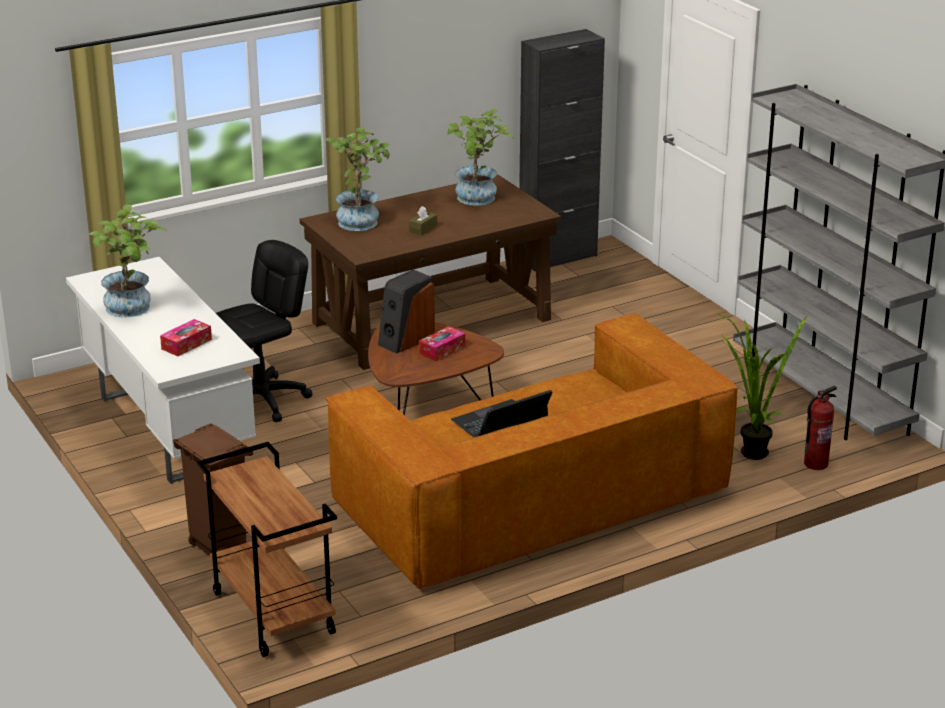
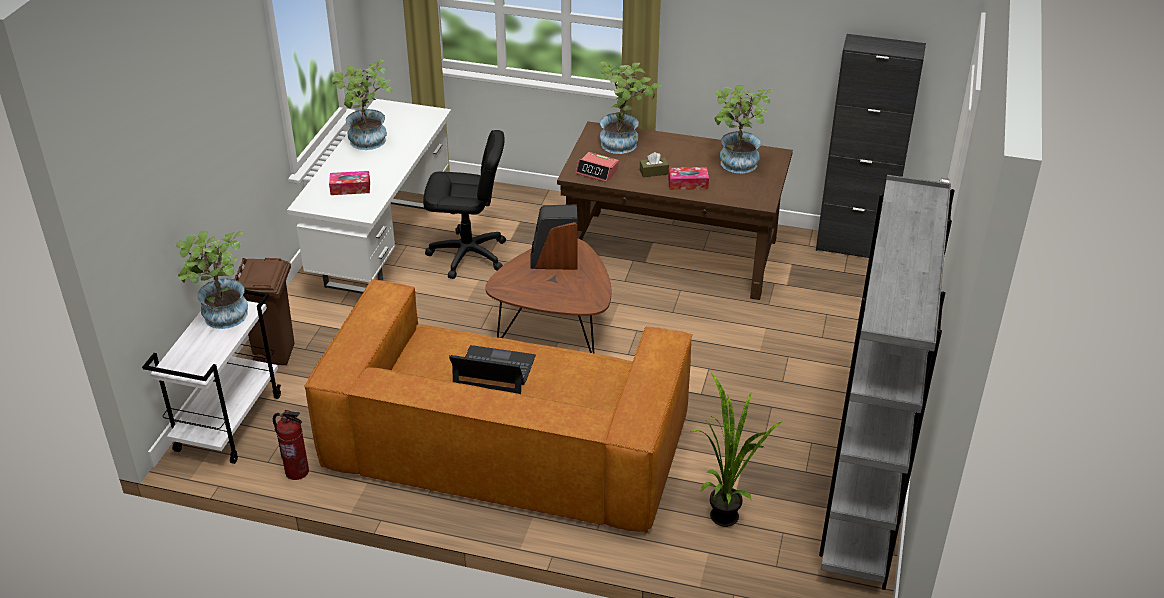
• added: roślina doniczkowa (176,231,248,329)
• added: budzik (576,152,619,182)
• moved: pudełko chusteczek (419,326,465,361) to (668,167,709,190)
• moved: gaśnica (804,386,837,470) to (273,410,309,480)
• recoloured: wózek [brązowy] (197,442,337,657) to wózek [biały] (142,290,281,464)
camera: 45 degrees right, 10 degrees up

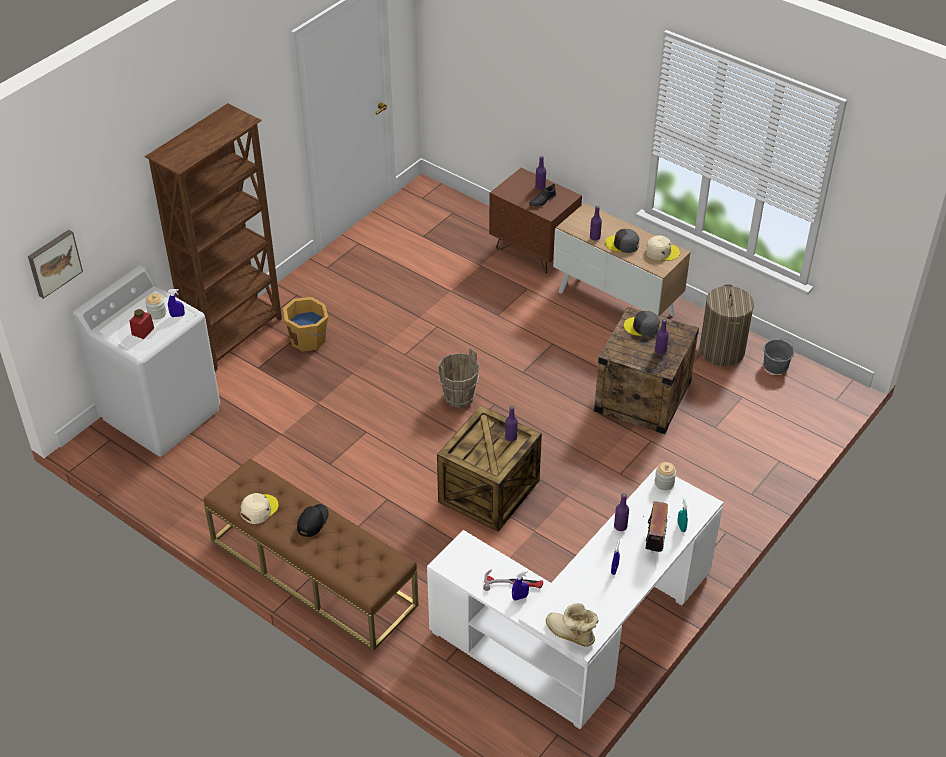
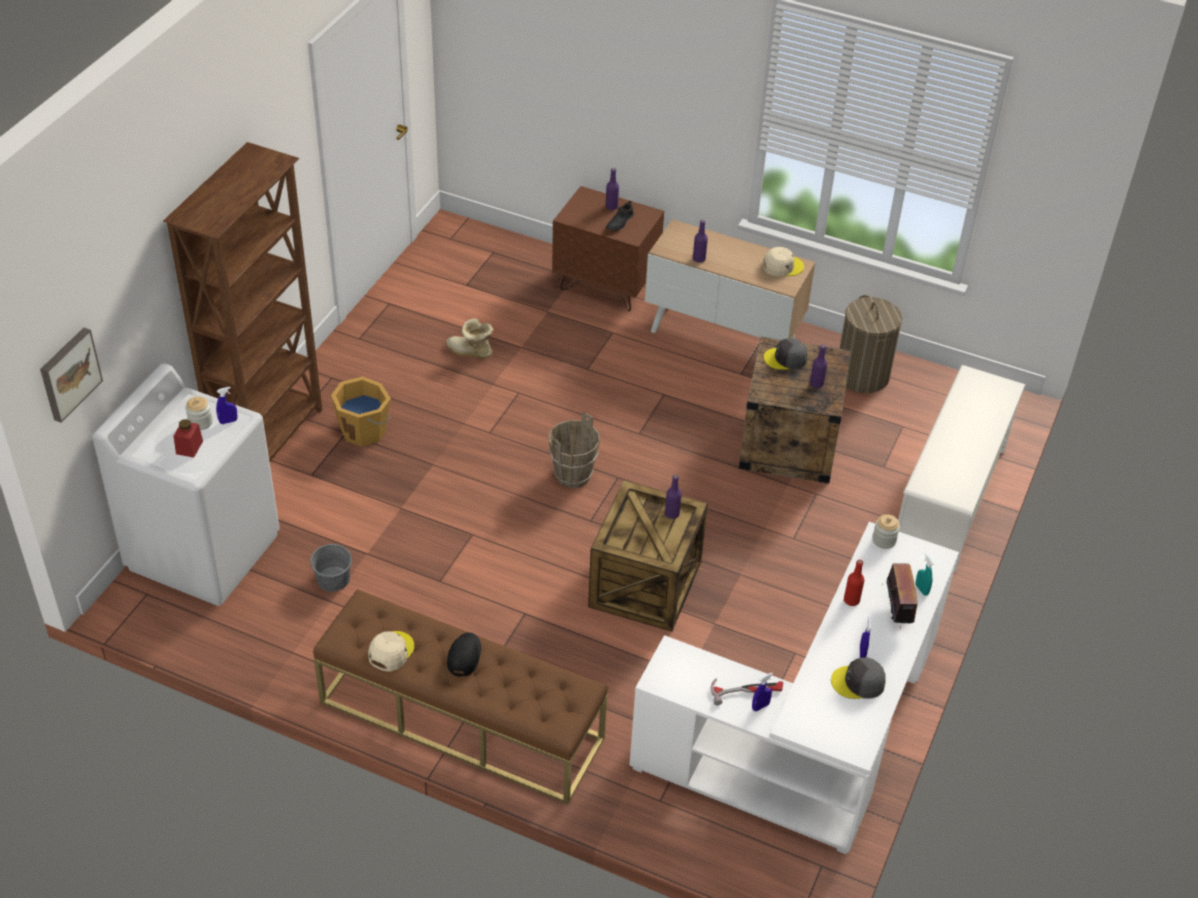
• added: regał na buty [biały] (898,365,1025,572)
• moved: but z cholewką (546,603,599,647) to (446,318,494,358)
• moved: czapka z daszkiem [szary] (605,228,639,253) to (831,657,886,699)
• moved: wiadro [szary] (764,339,794,374) to (310,544,352,592)
• recoloured: butelka [fioletowy] (614,494,629,531) to butelka [czerwony] (844,560,864,606)
camera: 15 degrees left, 0 degrees up

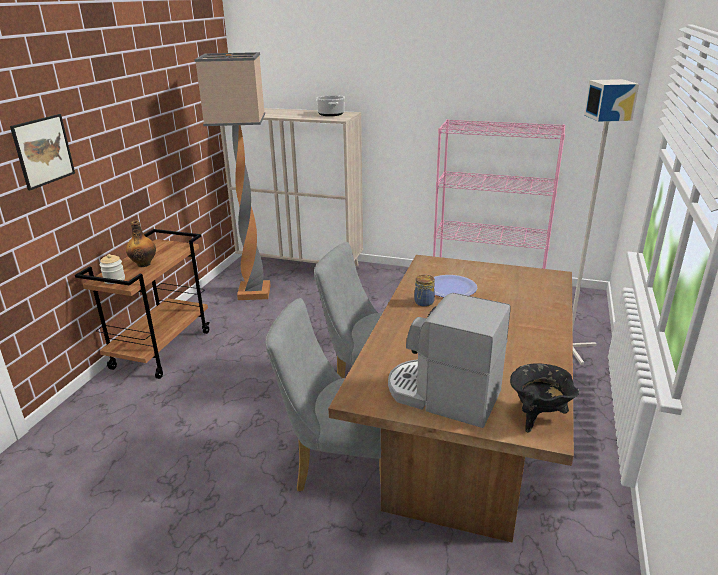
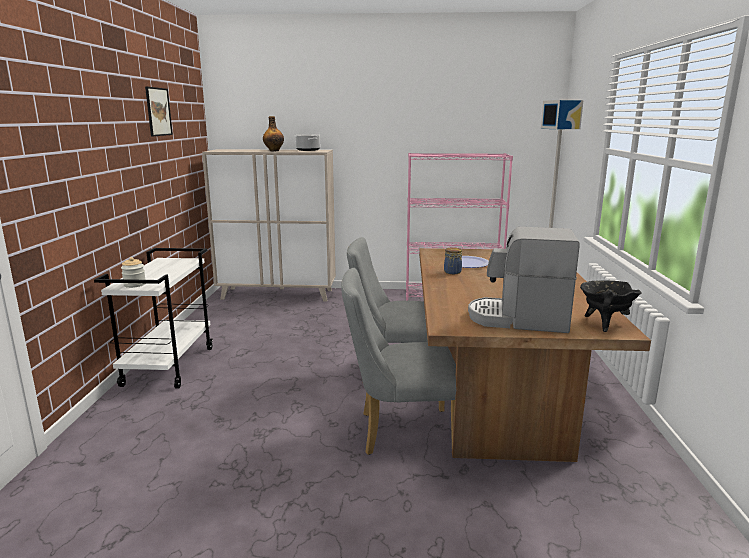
• removed: lampa stojąca (194,52,271,300)
• moved: obraz (10,114,75,190) to (145,87,173,136)
• moved: butelka (126,220,156,267) to (263,116,284,151)
• recoloured: wózek [brązowy] (75,229,210,379) to wózek [biały] (94,248,213,389)
camera: 15 degrees left, 10 degrees down

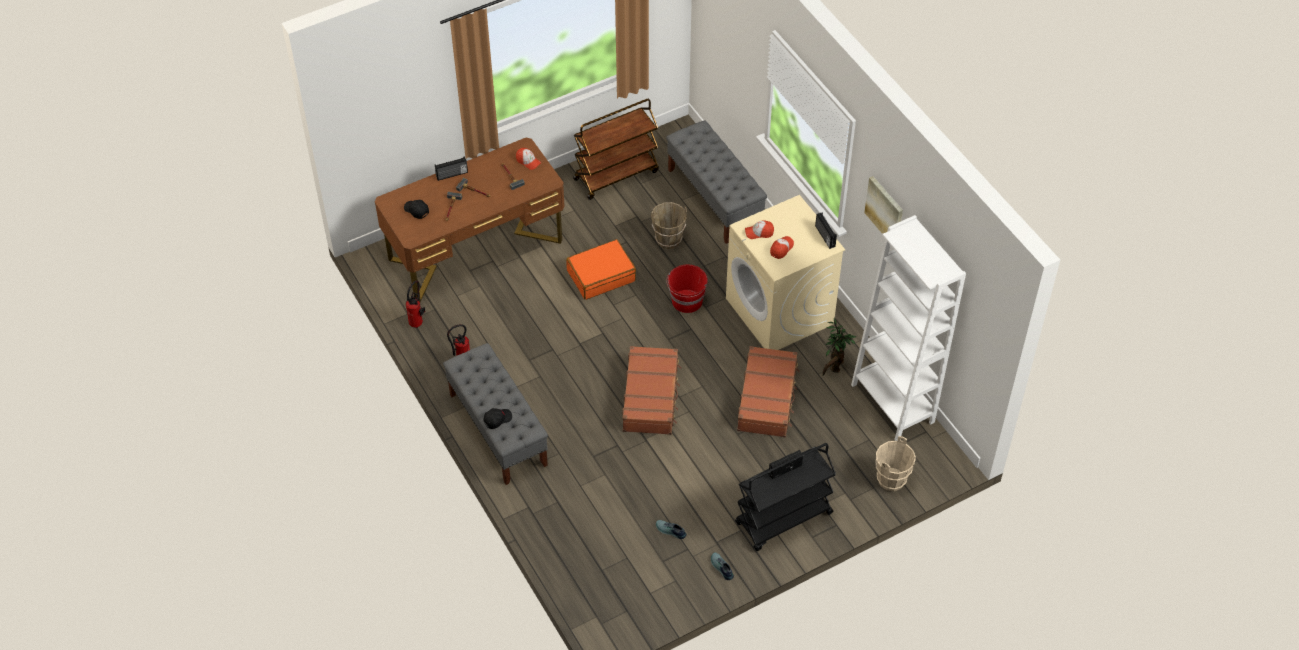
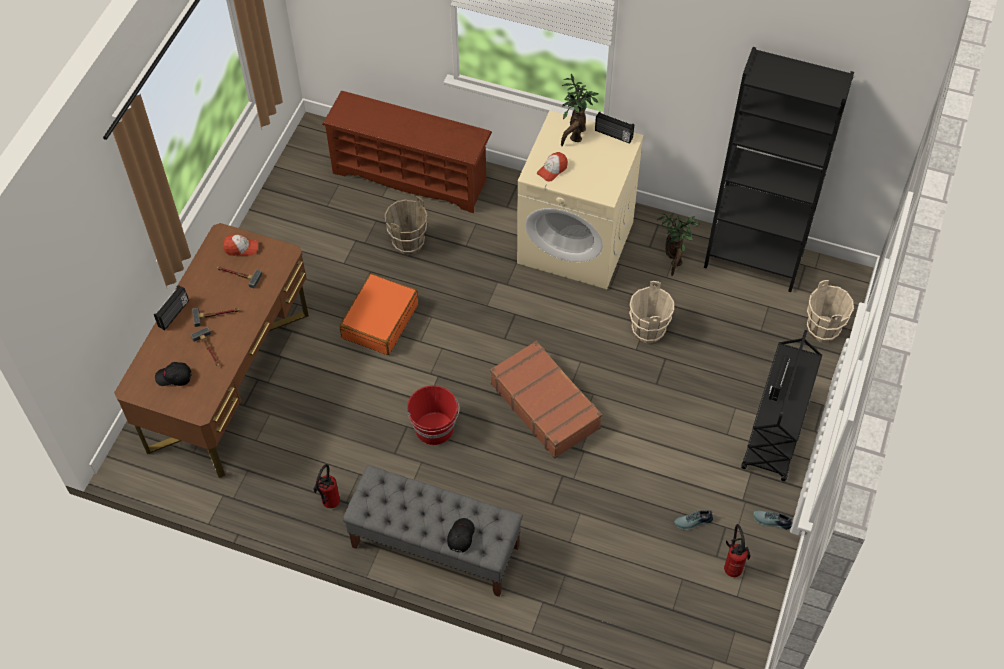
• removed: wózek [brązowy] (573,99,659,200)
• removed: czapka z daszkiem (770,236,794,259)
• removed: obraz (864,176,903,234)
• added: roślina doniczkowa (561,74,599,146)
• moved: gaśnica (406,280,425,328) to (724,524,751,577)
• moved: wiadro [czerwony] (666,265,708,313) to (407,385,459,445)
• replaced: ławka [szary] (666,120,767,244) to regał na buty [brązowy] (322,91,492,213)
• replaced: walizka [brązowy] (737,346,800,437) to wiadro [beżowy] (629,281,674,343)
• recoloured: regał [biały] (851,215,966,441) to regał [czarny] (704,47,854,292)
camera: 40 degrees left, 5 degrees up

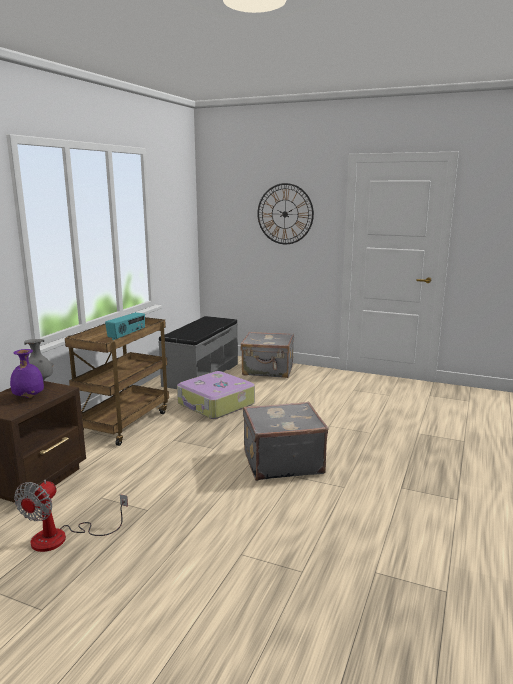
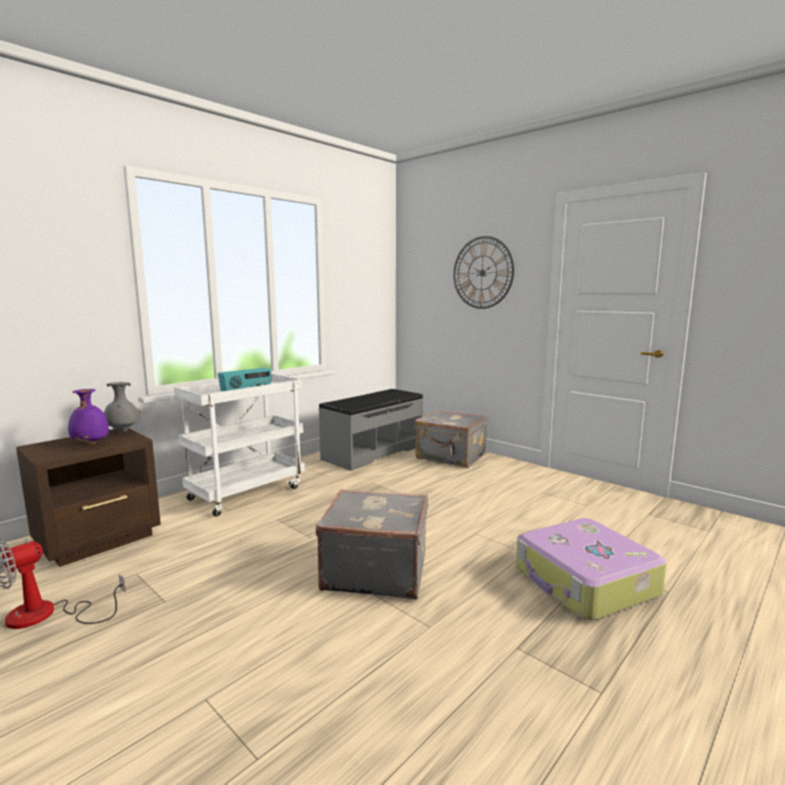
• moved: walizka (177,371,255,419) to (516,518,667,621)
• recoloured: wózek [brązowy] (65,317,169,446) to wózek [biały] (174,374,305,517)
camera: 20 degrees right, 5 degrees down

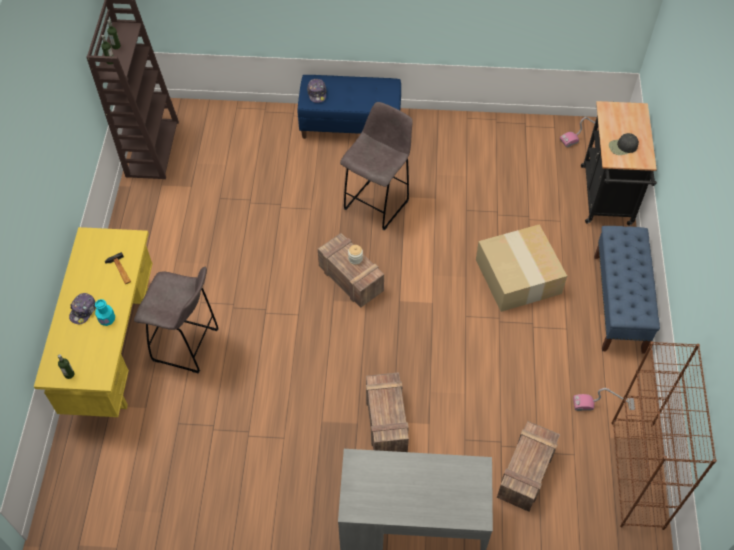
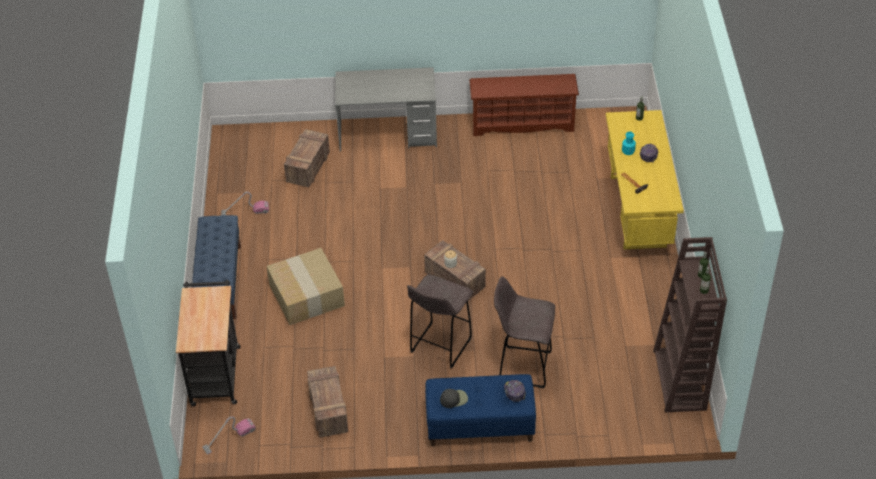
• removed: regał [brązowy] (611,341,717,530)
• added: regał na buty [brązowy] (469,74,579,136)
• moved: stołek [szary] (134,267,219,373) to (494,276,555,388)
• moved: skrzynka (366,372,409,452) to (307,366,348,438)
• moved: czapka z daszkiem [czarny] (609,133,639,155) to (440,389,468,408)
camera: 175 degrees right, 10 degrees down

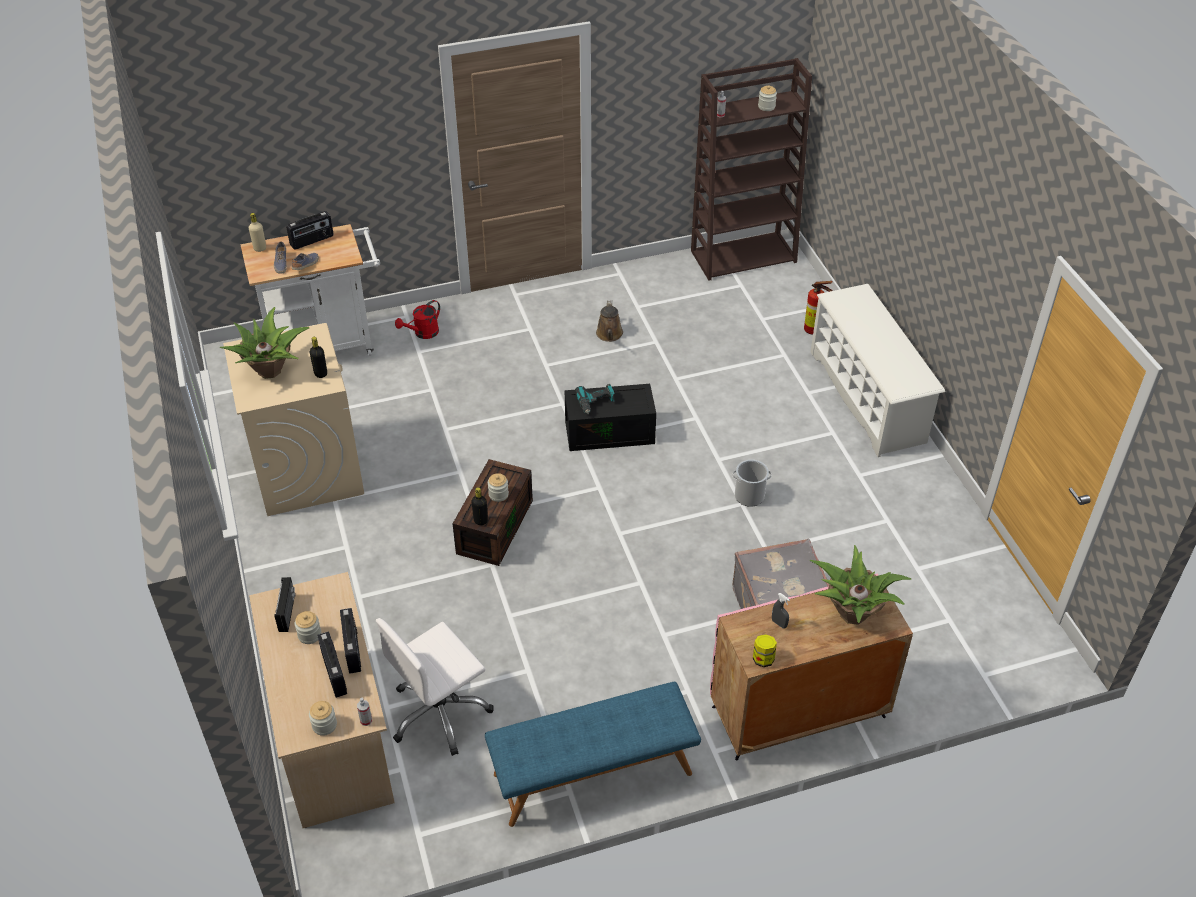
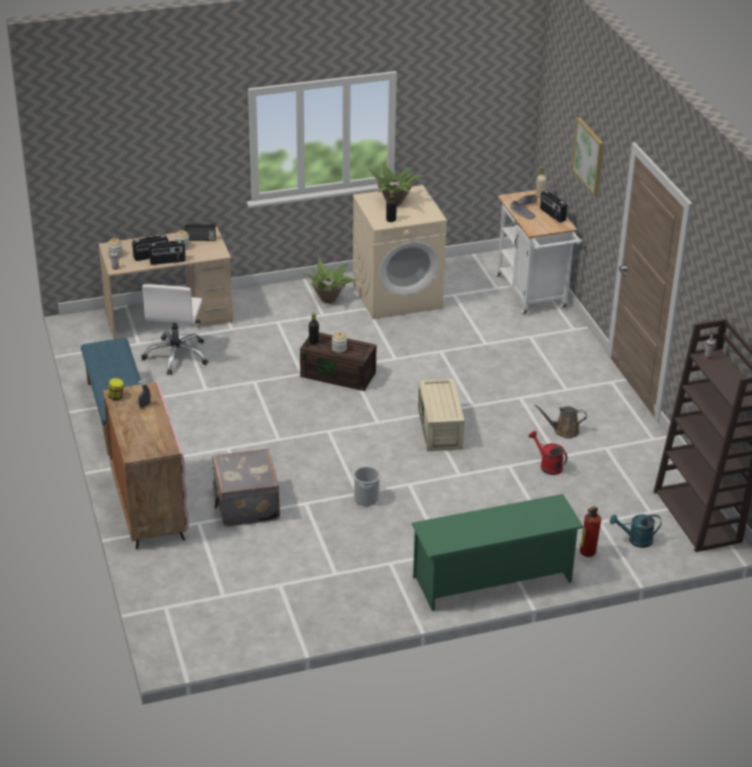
• removed: wiertarka (575,384,614,415)
• removed: słoik (758,86,777,111)
• added: obraz (572,118,604,196)
• added: konewka [turkusowy] (610,514,662,548)
• moved: konewka [czerwony] (395,300,440,339) to (529,431,567,475)
• moved: roślina doniczkowa (810,545,911,625) to (301,258,359,304)
• recoloured: pojemnik do przechowywania [czarny] (565,384,656,451) to pojemnik do przechowywania [beżowy] (418,378,465,451)
• recoloured: regał na buty [biały] (810,284,945,457) to regał na buty [zielony] (411,494,584,611)
• turned: krzesło biurowe [biały] (376,618,493,756) = (141,284,208,375) 135 degrees counterclockwise
camera: 90 degrees right, 10 degrees down

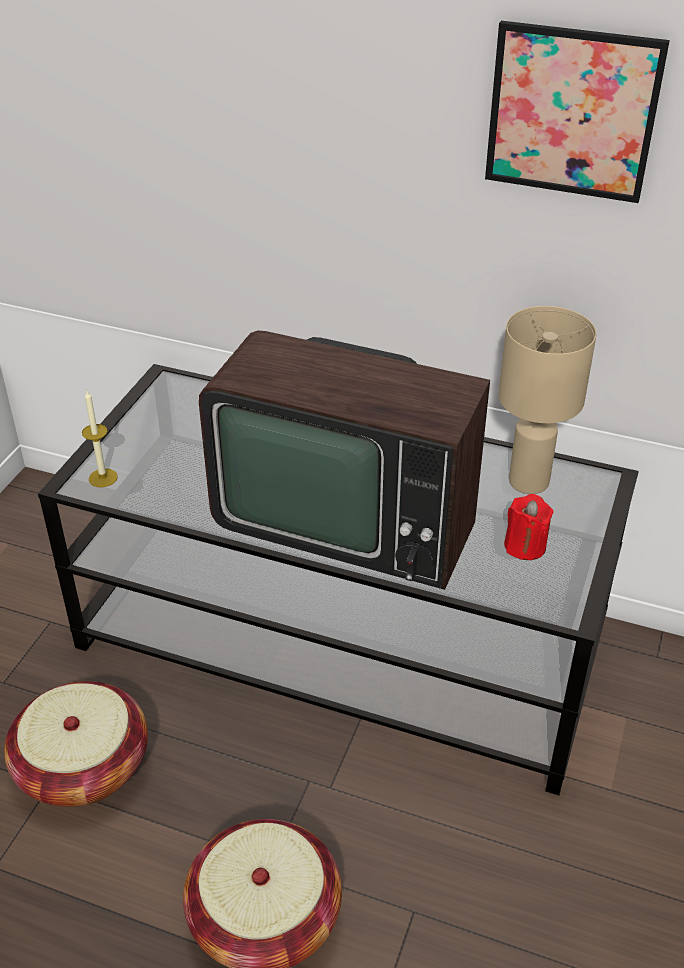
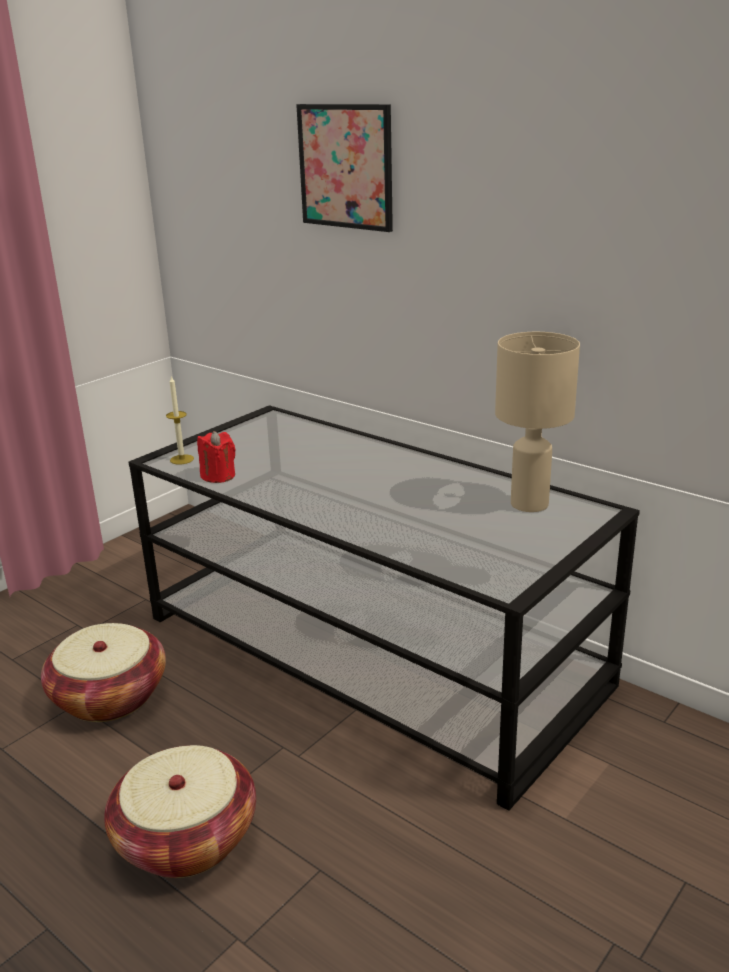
• removed: telewizor (199,330,490,590)
• moved: obraz (485,21,670,203) to (296,104,393,232)
• moved: świeca [czerwony] (504,494,553,560) to (197,431,236,483)
camera: 20 degrees right, 15 degrees down

